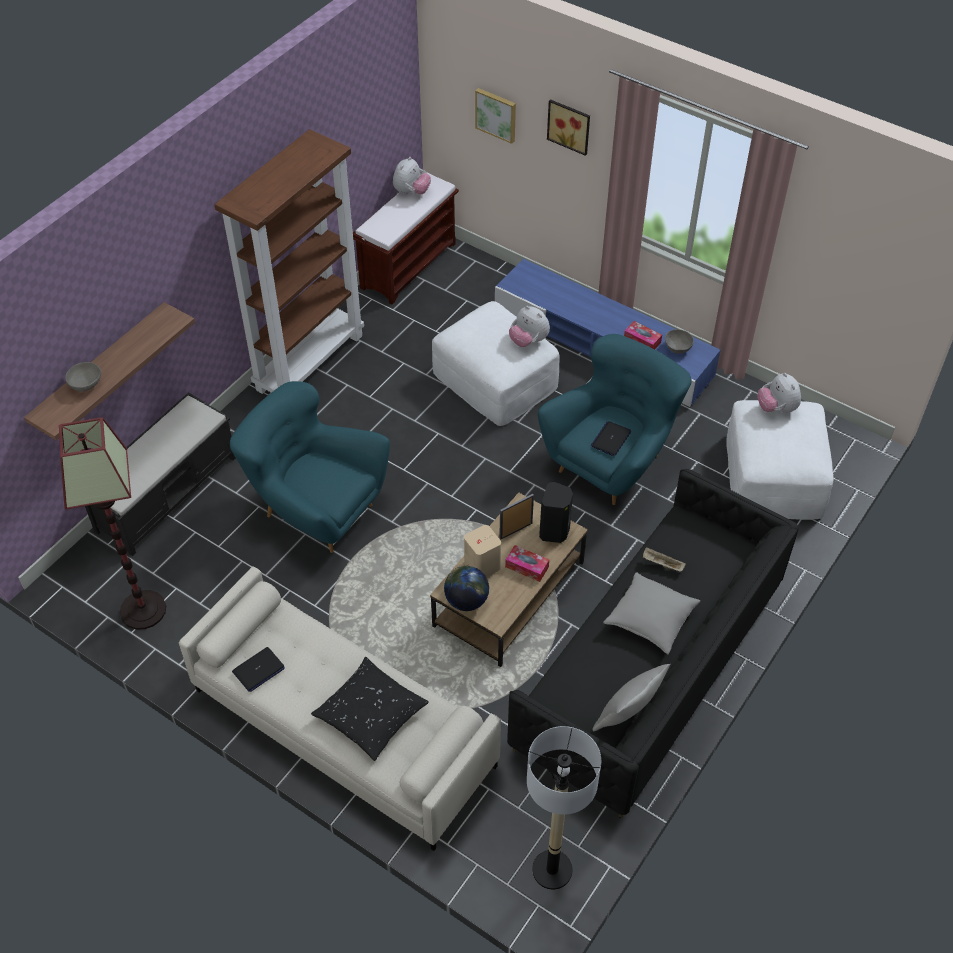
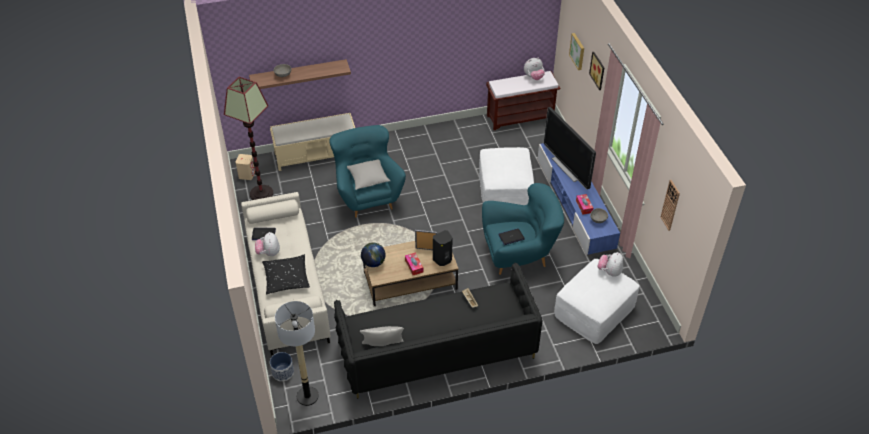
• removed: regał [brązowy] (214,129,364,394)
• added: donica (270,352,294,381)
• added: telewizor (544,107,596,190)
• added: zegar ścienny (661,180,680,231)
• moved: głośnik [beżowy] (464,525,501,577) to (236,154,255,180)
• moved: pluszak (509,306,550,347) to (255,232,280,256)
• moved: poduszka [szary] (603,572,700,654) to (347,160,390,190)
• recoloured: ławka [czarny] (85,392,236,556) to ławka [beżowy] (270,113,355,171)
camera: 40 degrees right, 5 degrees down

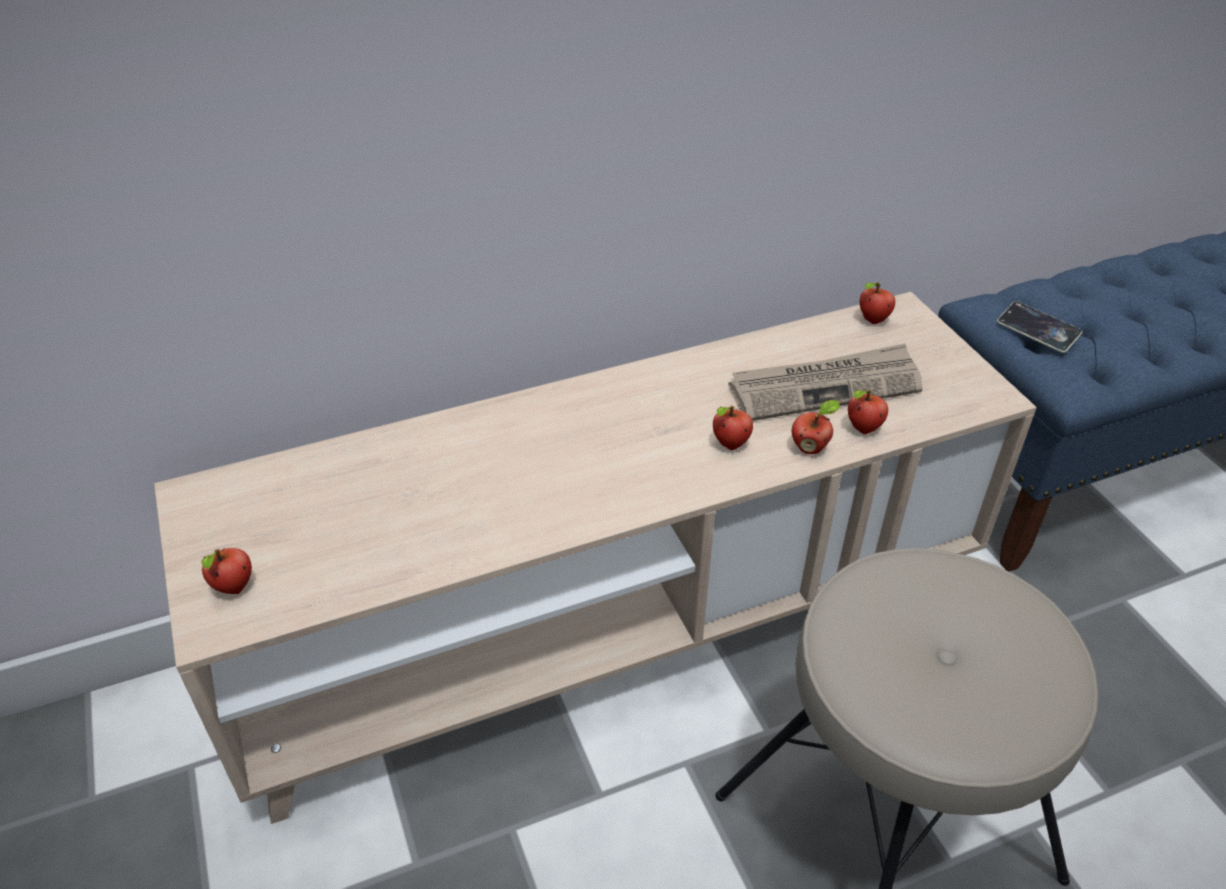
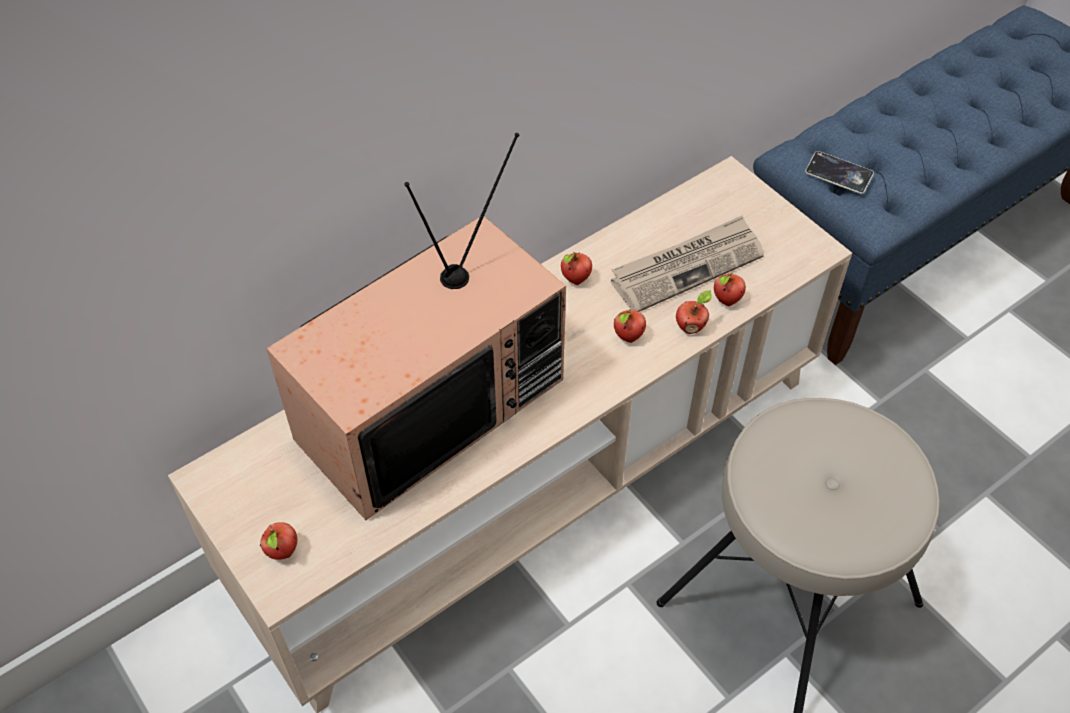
• added: telewizor (266,133,566,520)
• moved: jabłko (860,282,895,324) to (561,252,592,285)
camera: 15 degrees left, 10 degrees up

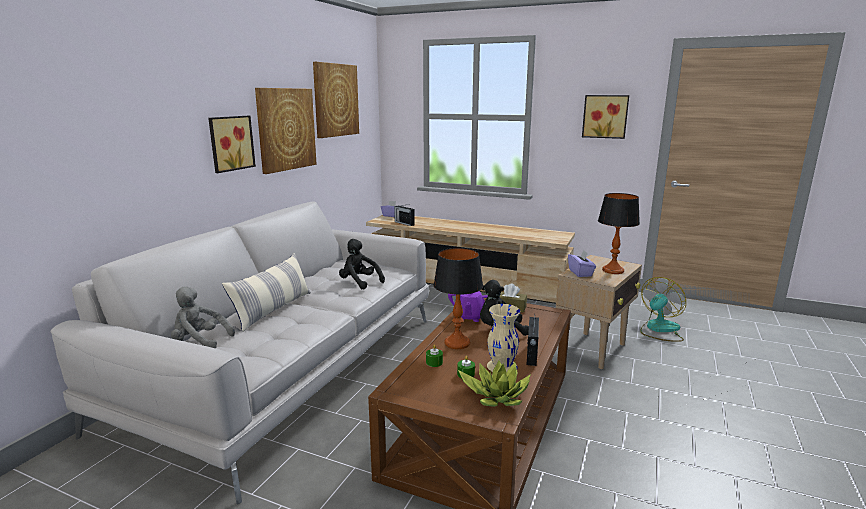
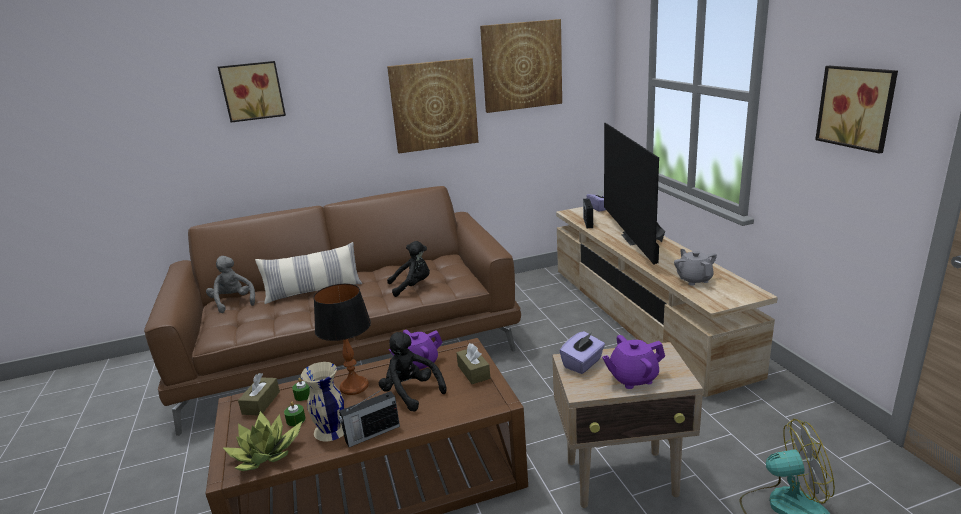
• added: pudełko chusteczek [brązowy] (238,373,280,415)
• added: telewizor (604,123,665,264)
• added: imbryk [szary] (674,249,717,286)
• moved: obraz (208,116,256,173) to (218,61,286,123)
• replaced: lampa stołowa (598,193,640,274) to imbryk [fioletowy] (602,335,665,389)
• recoloured: kanapa [szary] (51,201,429,505) to kanapa [brązowy] (144,186,521,436)
• turned: pluszak [czarny] (339,239,385,289) = (387,241,430,297) 75 degrees clockwise
camera: 50 degrees right, 5 degrees up

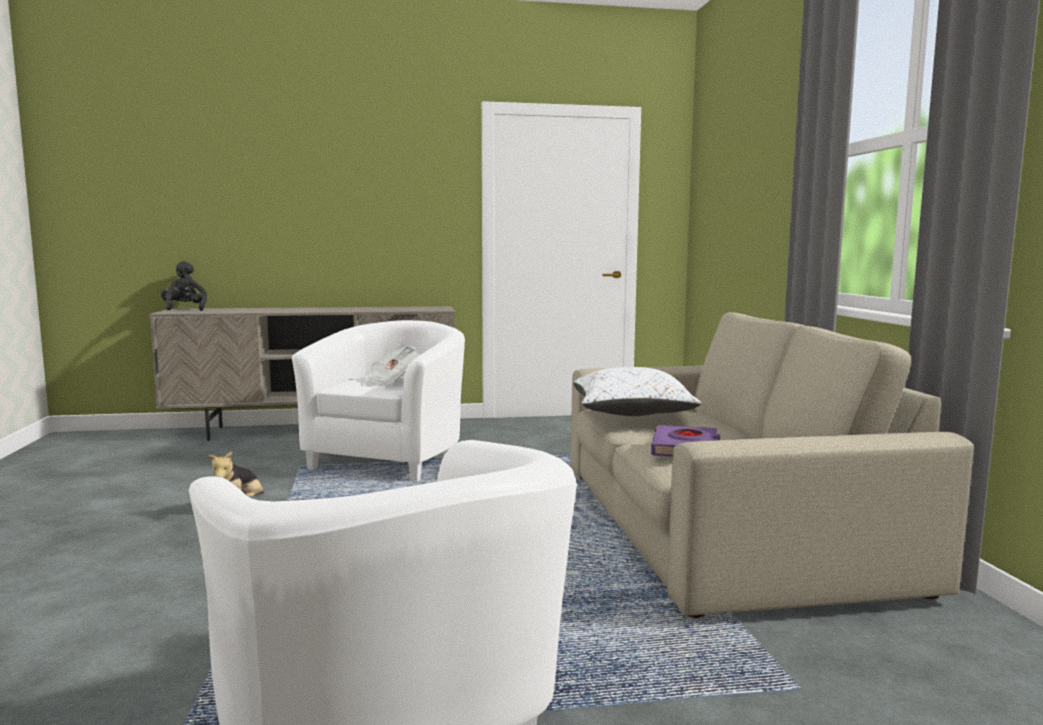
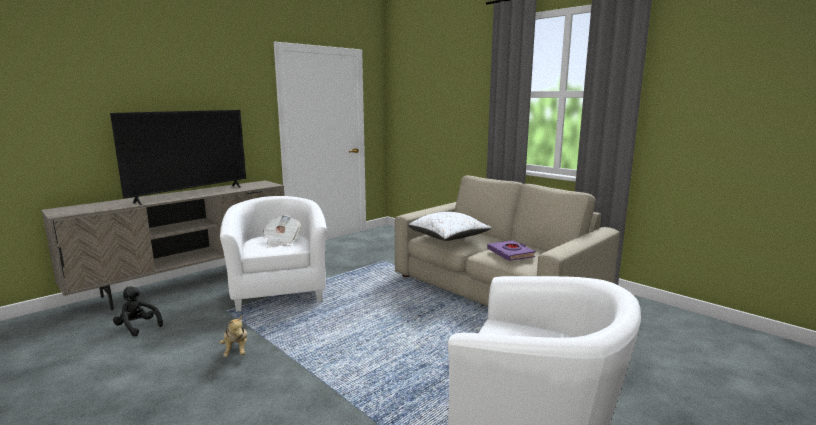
• added: telewizor (110,110,246,205)
• moved: pluszak [czarny] (161,261,207,311) to (113,286,163,336)
camera: 35 degrees left, 5 degrees up

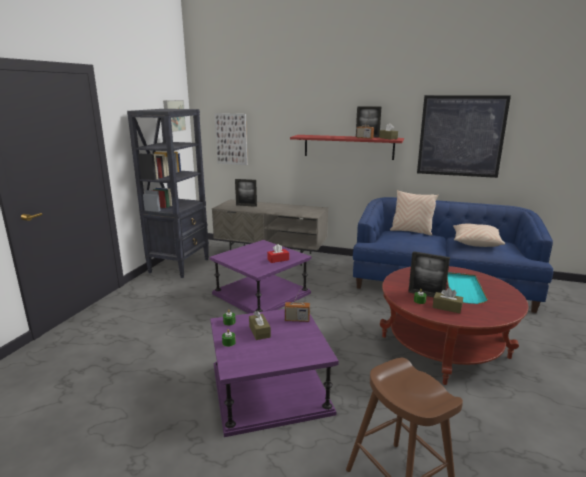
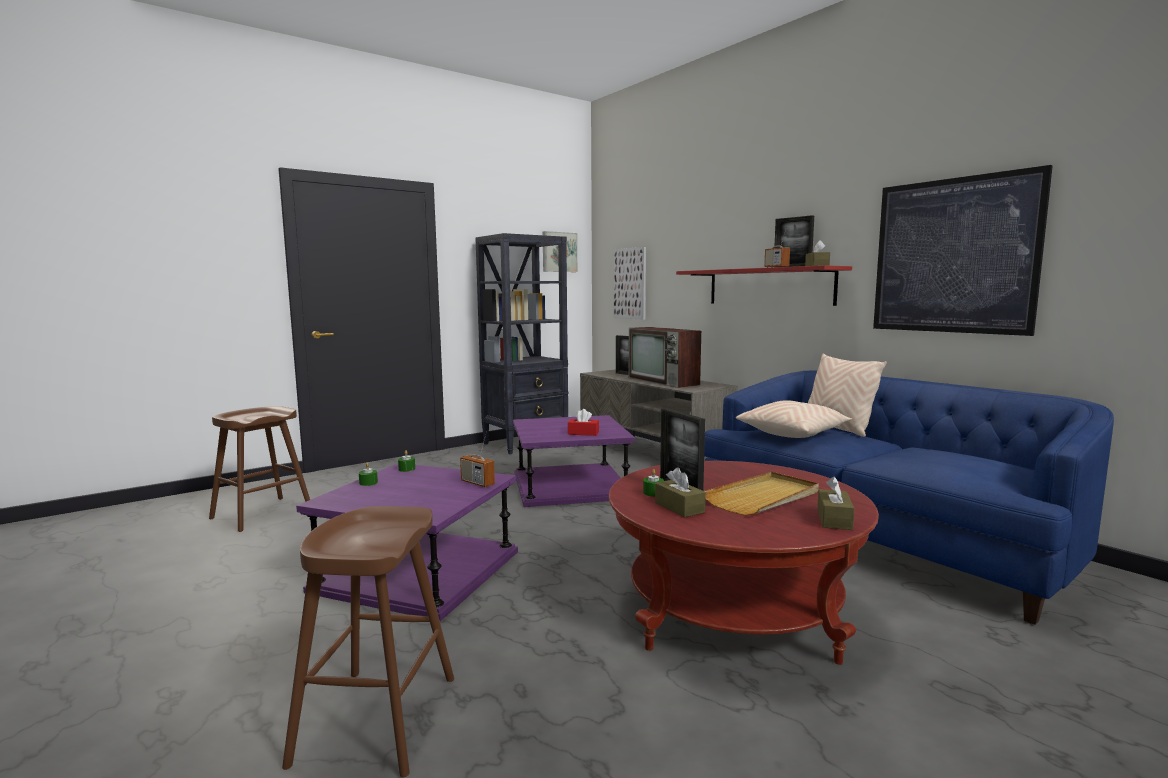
• added: stołek [brązowy] (209,406,310,532)
• added: telewizor (629,327,701,388)
• moved: pudełko chusteczek [brązowy] (249,311,271,340) to (817,477,855,530)
• moved: poduszka [beżowy] (453,224,505,247) to (736,400,852,438)
• recoloured: taca [turkusowy] (447,272,488,304) to taca [beżowy] (705,472,819,516)
camera: 35 degrees right, 10 degrees down

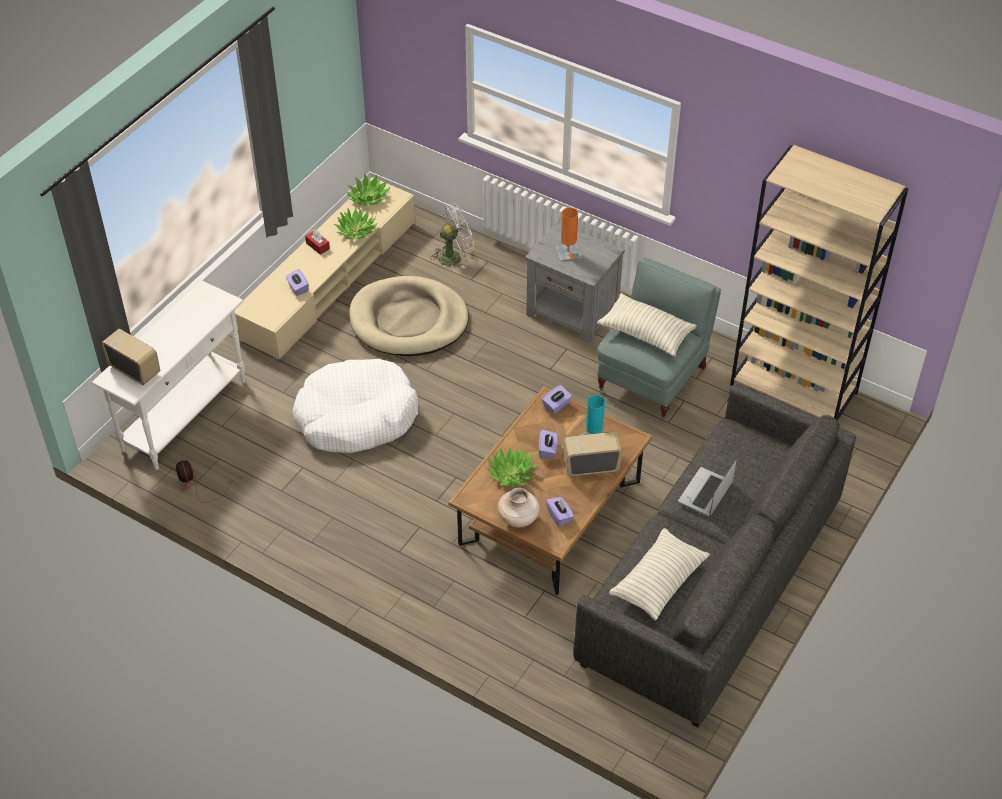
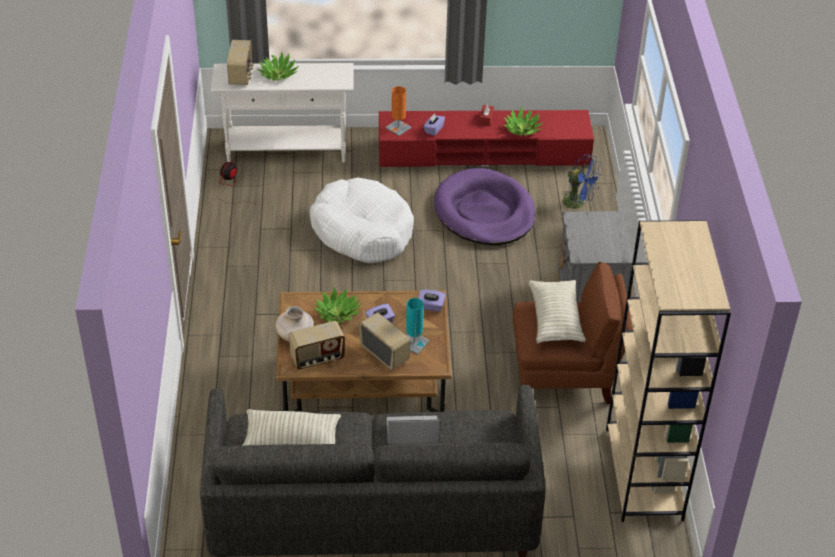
• moved: roślina doniczkowa (346,174,390,205) to (257,51,299,81)
• moved: lampa stołowa [pomarańczowy] (555,208,581,261) to (386,86,412,136)
• replaced: pudełko chusteczek [fioletowy] (546,497,574,527) to radio (289,321,345,370)
• recoloured: szafka pod telewizor [beżowy] (235,177,415,360) to szafka pod telewizor [czerwony] (379,110,594,167)
• recoloured: legowisko [beżowy] (349,276,469,356) to legowisko [fioletowy] (434,168,536,245)
• recoloured: wentylator [biały] (430,203,474,269) to wentylator [niebieski] (562,154,602,212)
• recoloured: fotel [szary] (597,258,721,419) to fotel [brązowy] (513,262,633,404)
camera: 55 degrees right, 5 degrees down

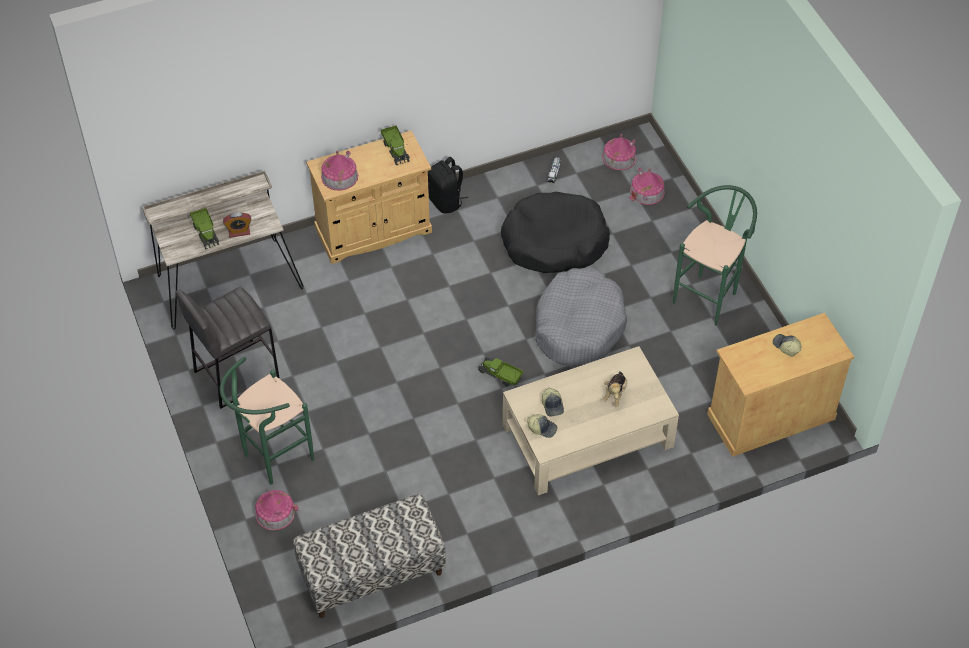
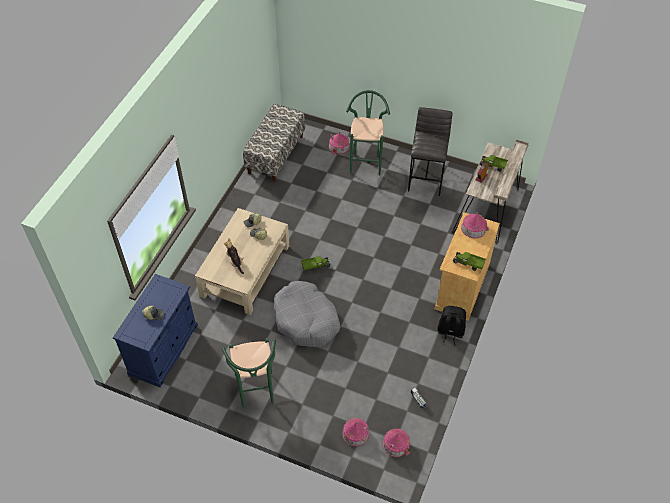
• removed: legowisko [czarny] (501,192,610,273)
• recoloured: szafka [beżowy] (707,313,854,457) to szafka [niebieski] (113,274,198,388)
camera: 135 degrees right, 0 degrees up

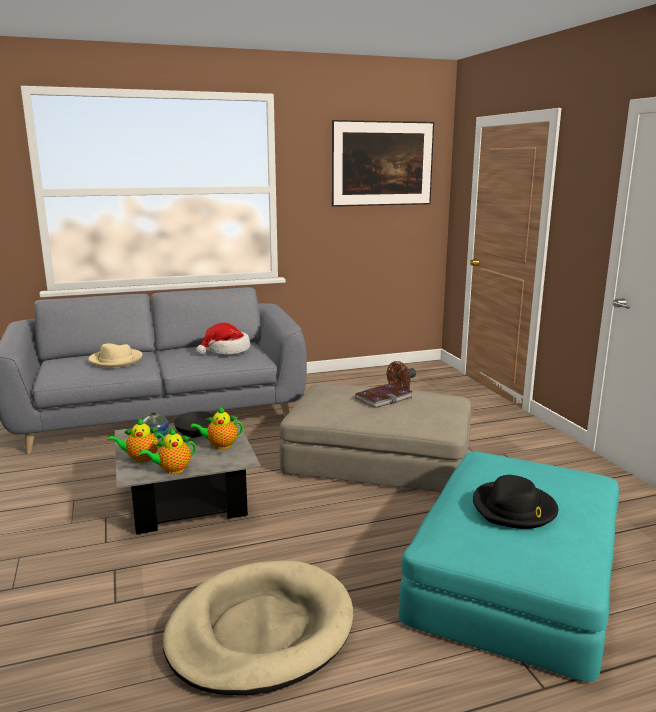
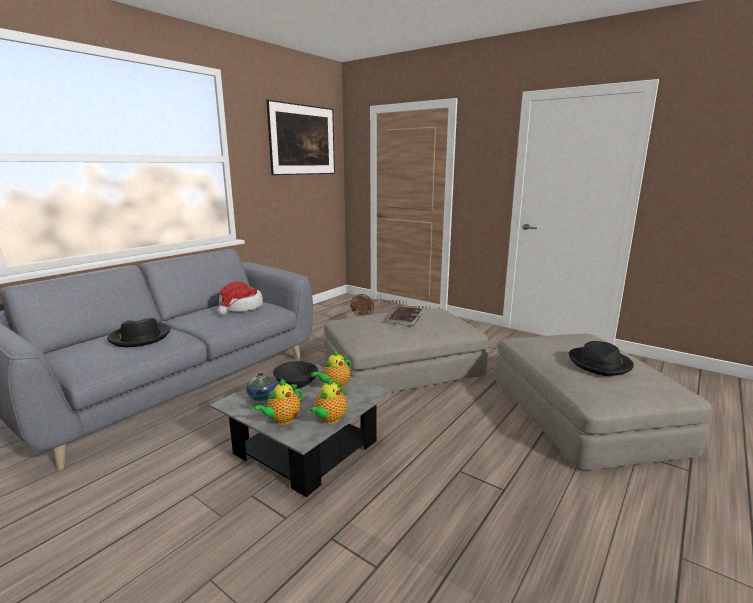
• removed: legowisko [beżowy] (163,560,353,696)
• recoloured: kapelusz [beżowy] (88,343,143,368) to kapelusz [czarny] (107,318,171,347)
• recoloured: pufa [turkusowy] (399,452,619,682) to pufa [beżowy] (495,334,712,470)
camera: 35 degrees left, 0 degrees up

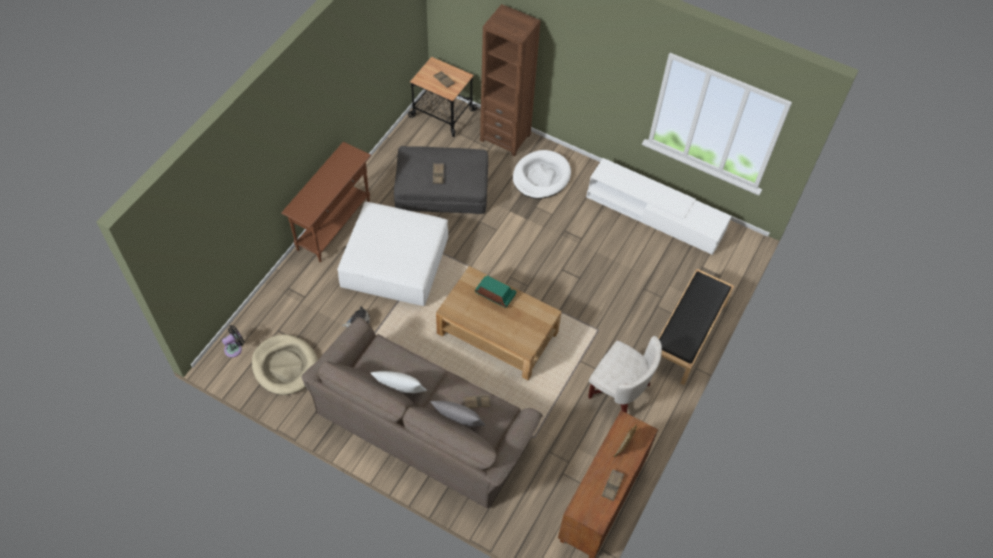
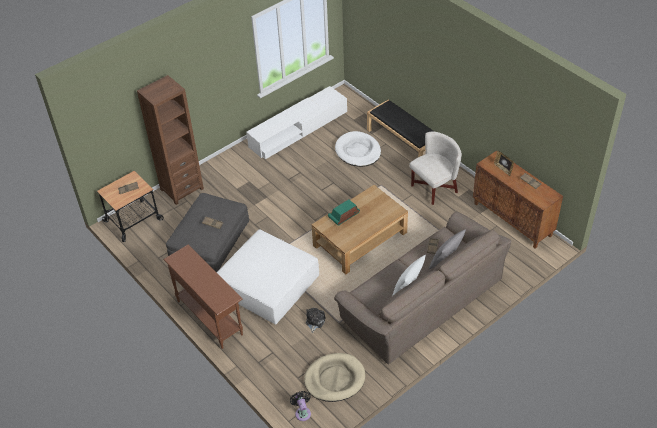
• moved: legowisko [biały] (513,150,571,199) to (335,131,381,167)
camera: 65 degrees left, 10 degrees down

